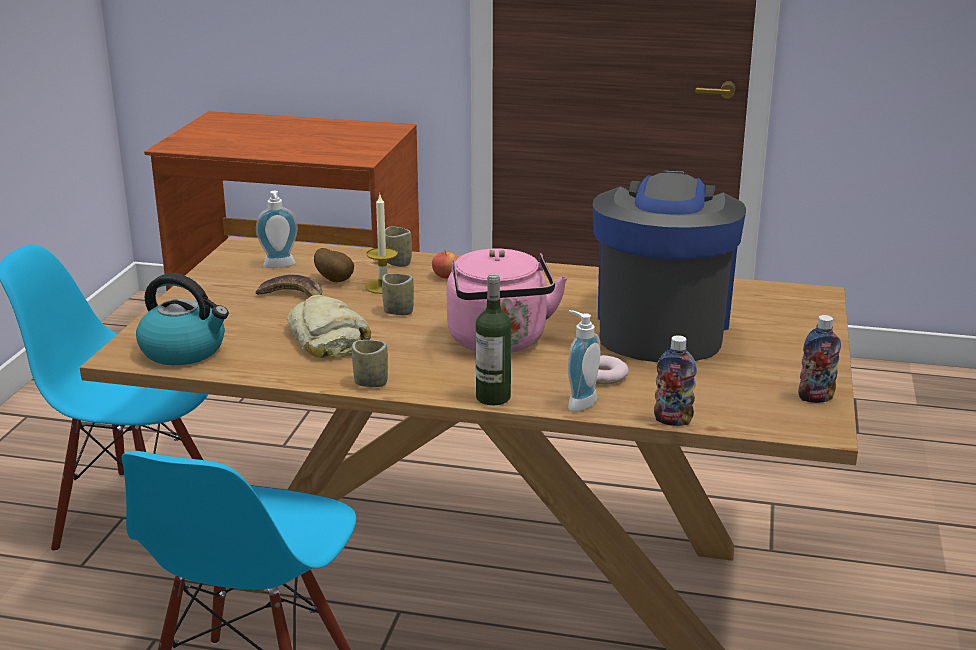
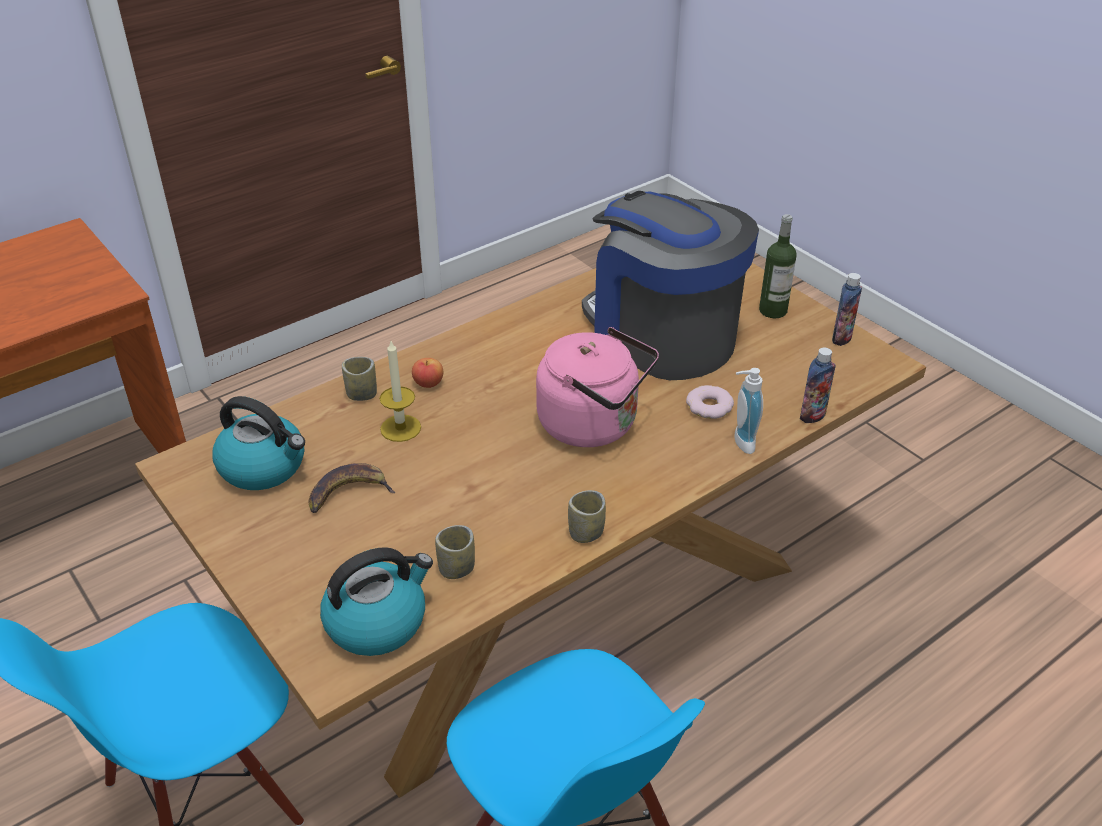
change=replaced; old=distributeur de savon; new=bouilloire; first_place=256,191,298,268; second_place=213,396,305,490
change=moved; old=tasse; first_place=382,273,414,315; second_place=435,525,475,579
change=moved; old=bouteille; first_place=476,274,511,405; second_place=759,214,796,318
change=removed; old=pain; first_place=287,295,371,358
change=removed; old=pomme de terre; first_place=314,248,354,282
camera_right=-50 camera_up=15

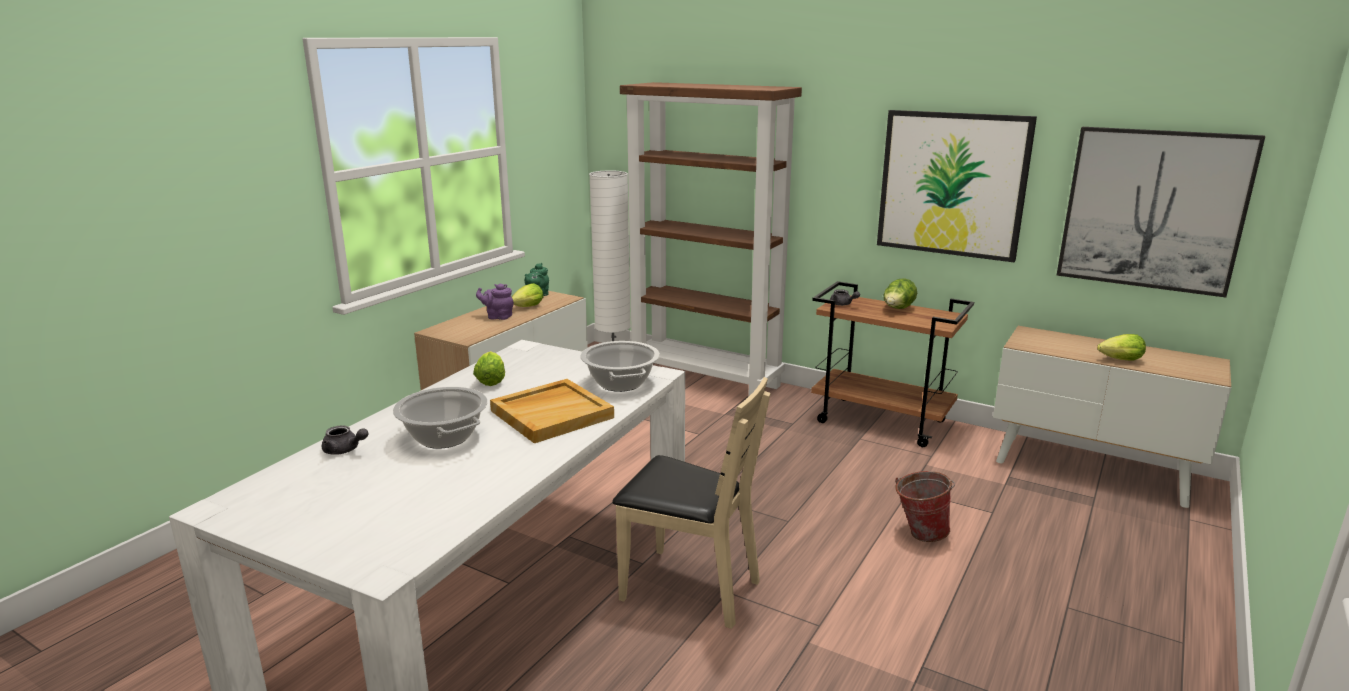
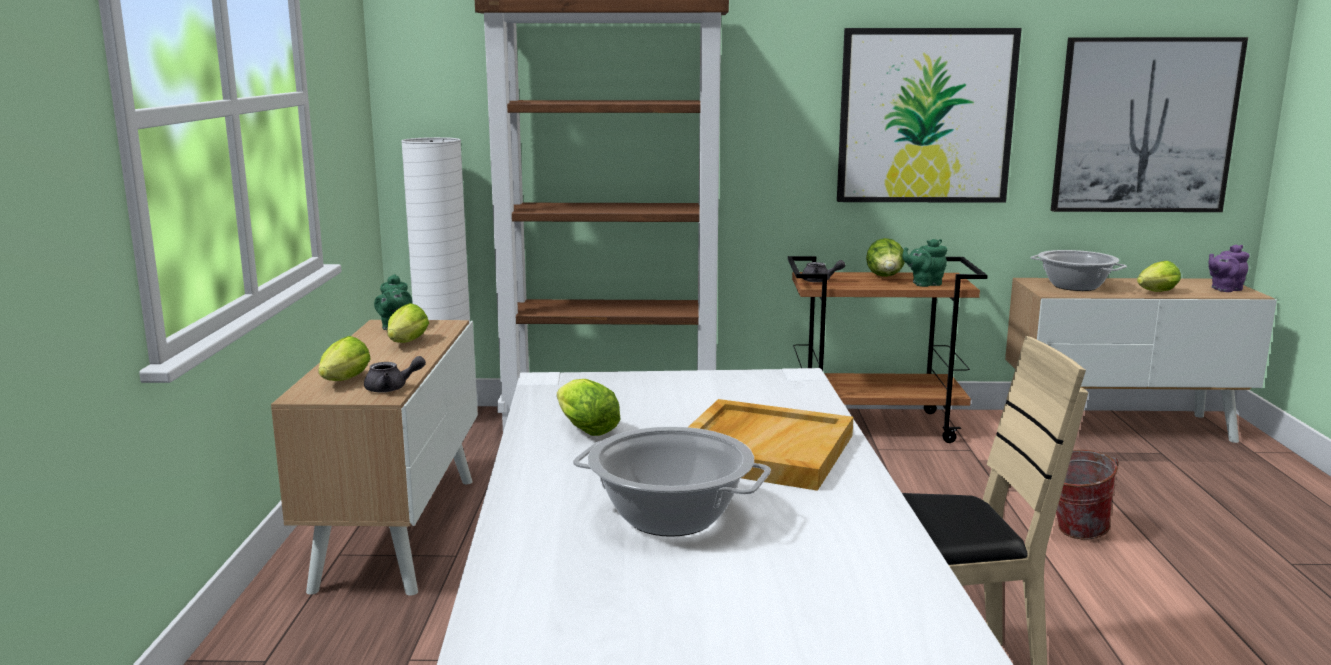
change=added; new=laitue; second_place=318,336,371,381
change=moved; old=théière (gris); first_place=322,425,369,455; second_place=364,356,426,392
change=added; new=théière (vert); second_place=902,239,947,287
change=moved; old=marmite; first_place=580,341,660,392; second_place=1031,250,1127,291
change=moved; old=théière (violet); first_place=476,283,514,320; second_place=1209,244,1250,292
camera_right=-30 camera_up=-5

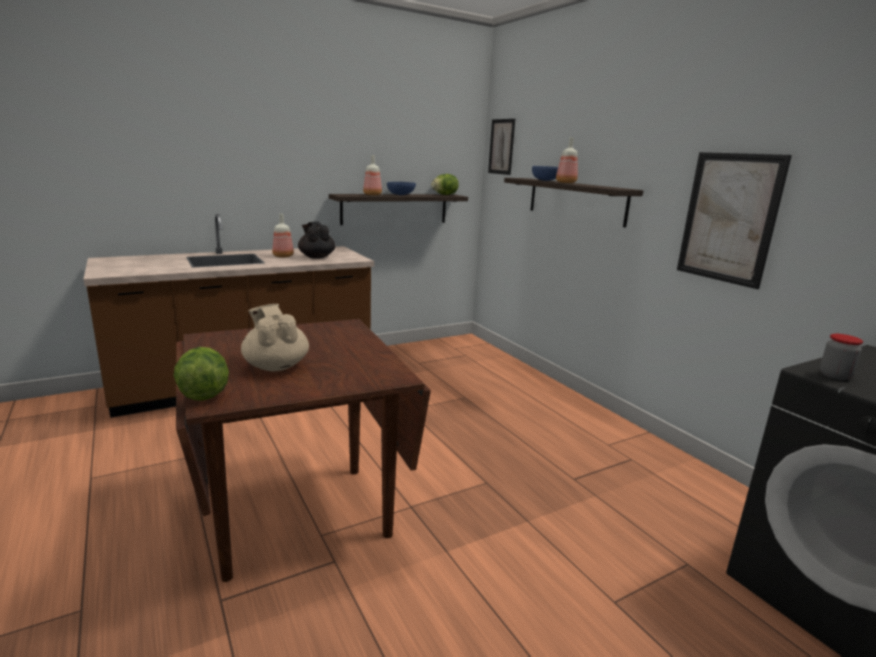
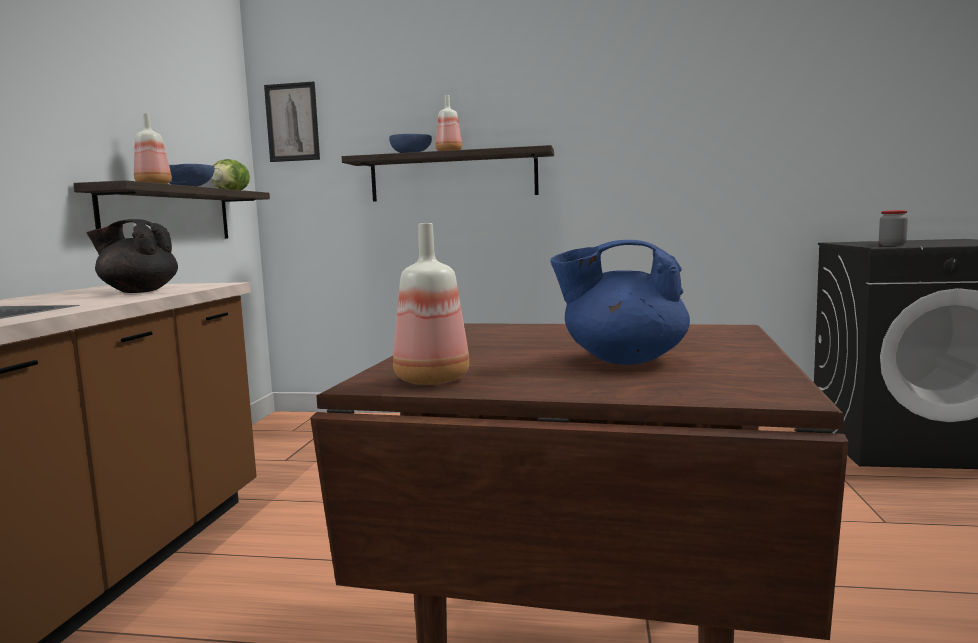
change=moved; old=bouteille; first_place=272,214,294,258; second_place=393,223,469,385
change=recoloured; old=théière (beige); new=théière (bleu); first_place=241,304,309,371; second_place=550,240,690,365
change=removed; old=laitue; first_place=174,347,229,401
change=removed; old=tableau; first_place=677,152,792,289
camera_right=-50 camera_up=-10

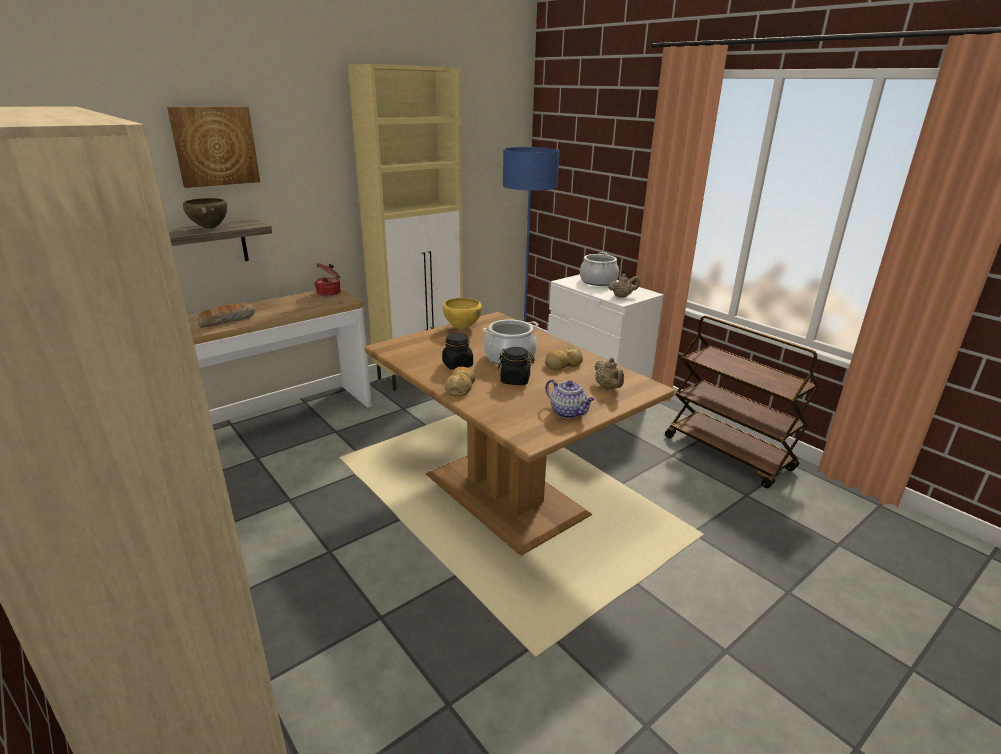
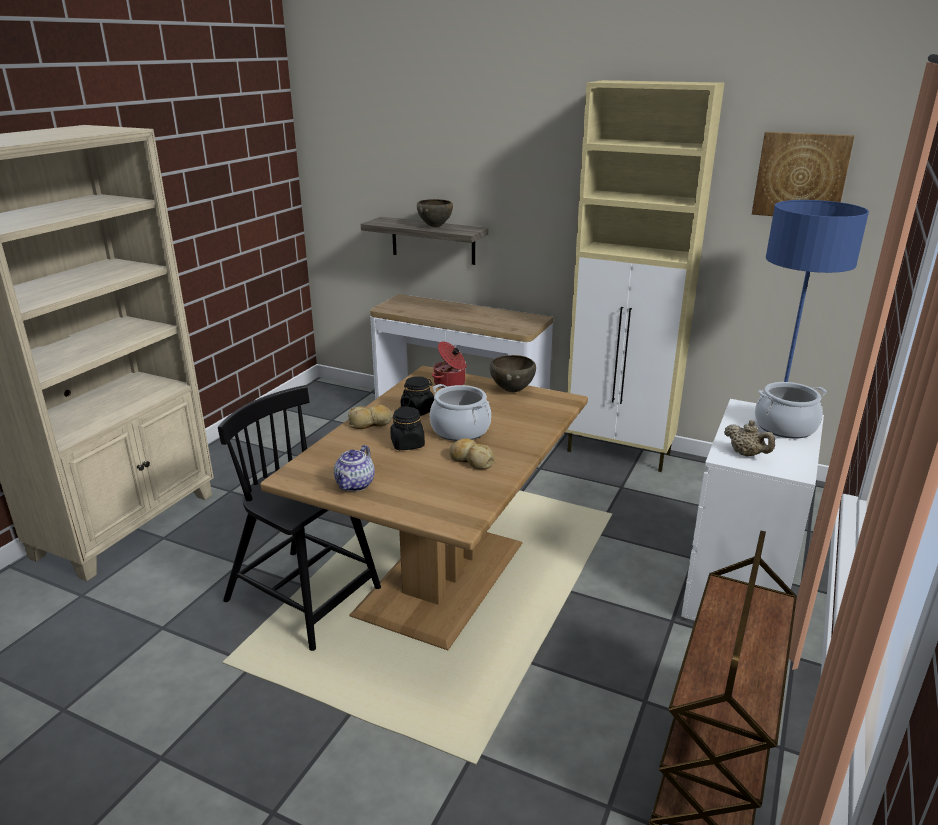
change=added; new=chaise (noir); second_place=218,385,381,651
change=moved; old=marmite; first_place=314,263,341,296; second_place=432,341,467,388
change=recoloured; old=bol (jaune); new=bol (marron); first_place=443,298,482,329; second_place=490,355,536,392
change=moved; old=tableau; first_place=167,106,260,188; second_place=752,132,855,216
change=removed; old=pain; first_place=198,303,255,328
change=removed; old=théière (beige); first_place=595,357,624,389
camera_right=65 camera_up=0

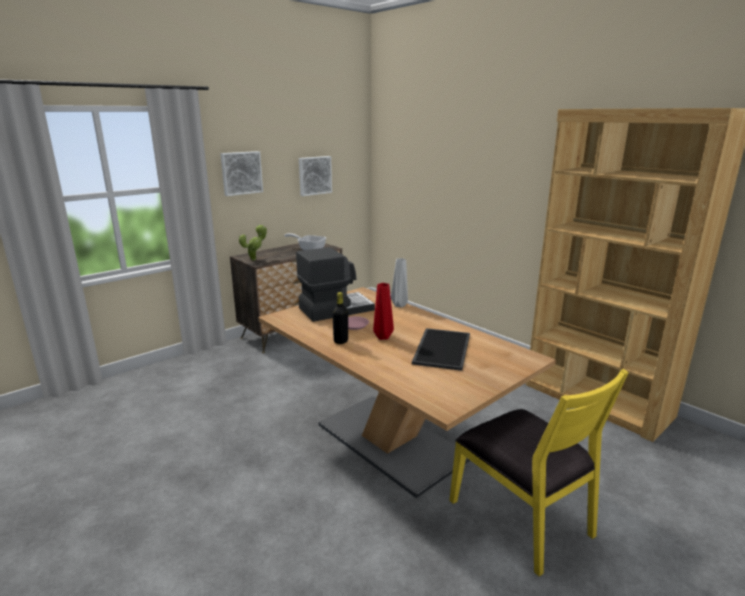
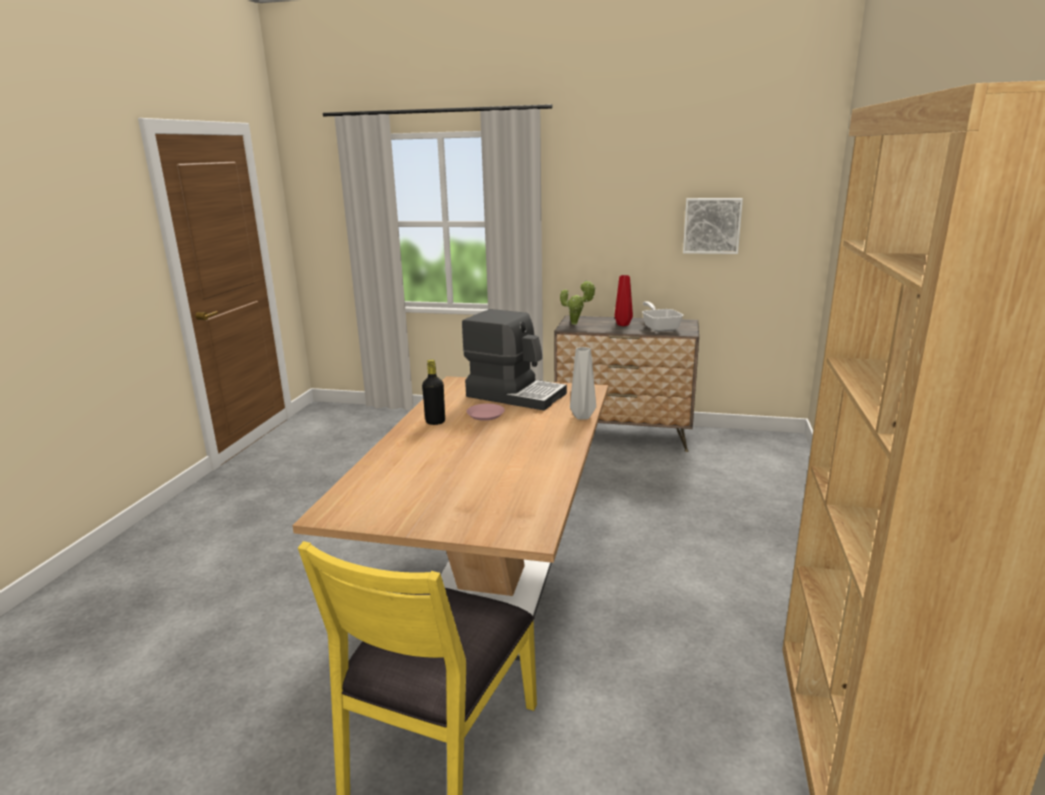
change=moved; old=vase (rouge); first_place=373,283,394,340; second_place=615,275,633,326
change=removed; old=tableau; first_place=220,151,263,196
change=removed; old=plateau; first_place=412,328,470,371
camera_right=55 camera_up=0

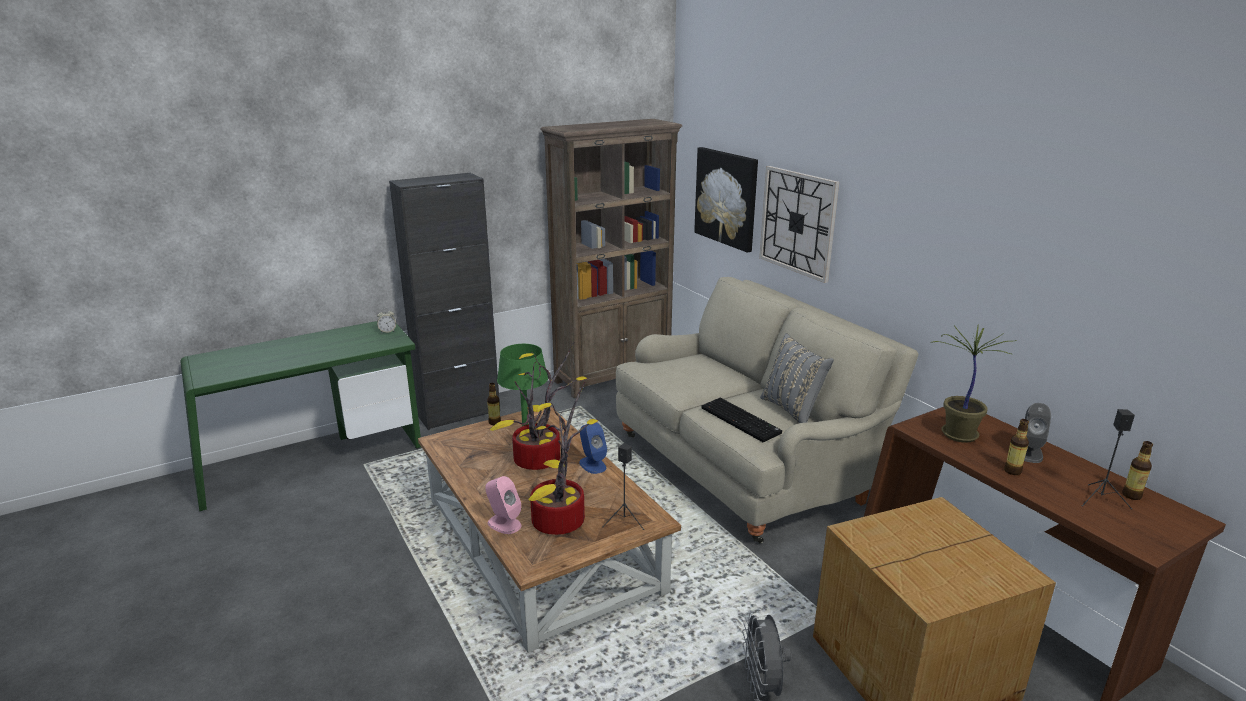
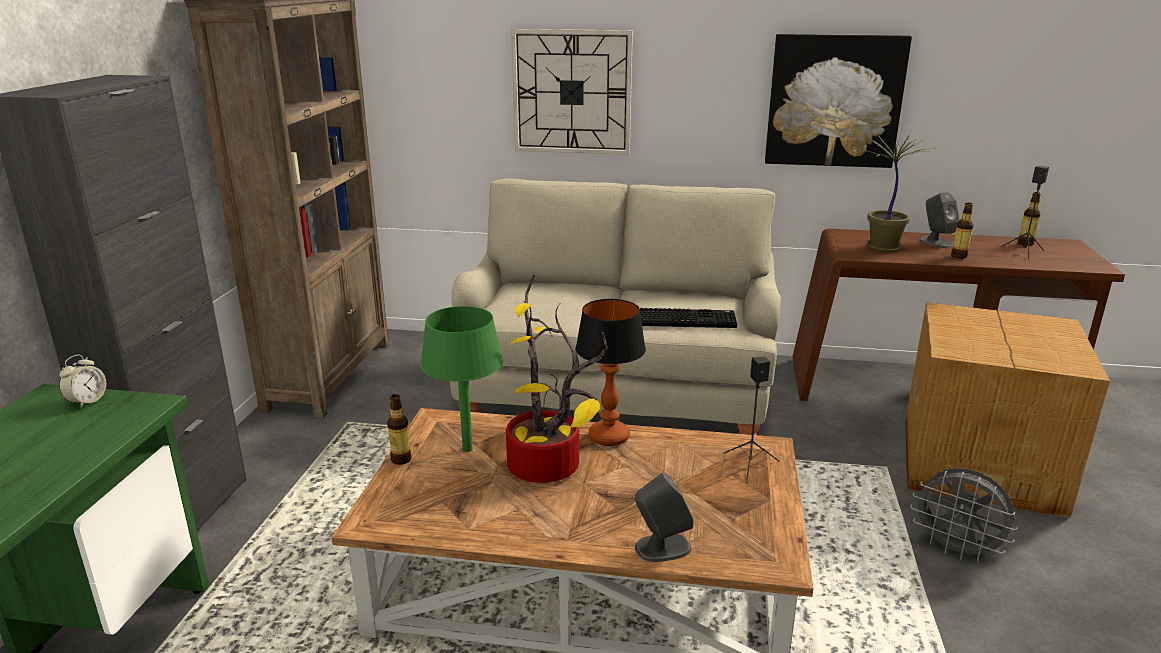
change=replaced; old=enceinte (bleu); new=lampe de table; first_place=579,422,607,474; second_place=575,299,646,446
change=recoloured; old=enceinte (rose); new=enceinte (gris); first_place=485,476,522,534; second_place=635,472,694,562
change=moved; old=tableau; first_place=694,147,758,253; second_place=765,34,912,168
change=removed; old=plante en pot; first_place=528,382,598,535
change=removed; old=coussin (gris); first_place=760,333,834,423
camera_right=-50 camera_up=0

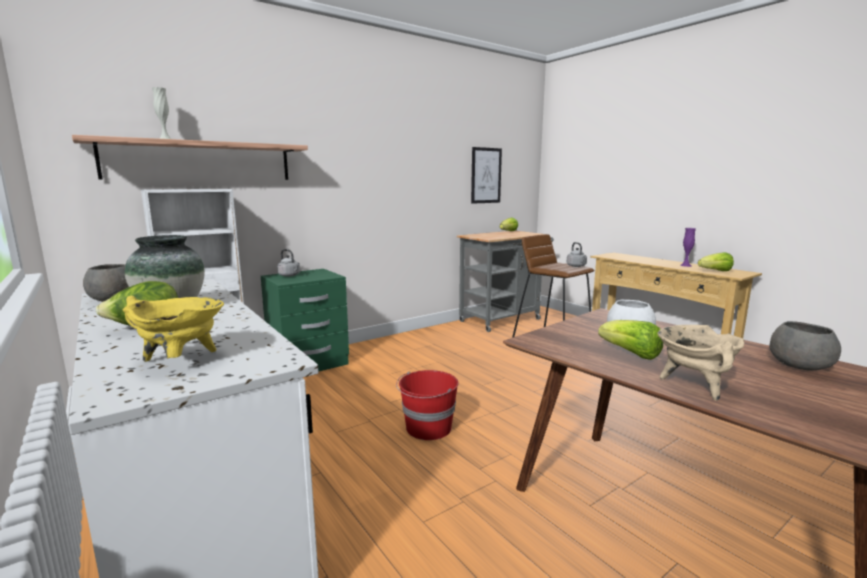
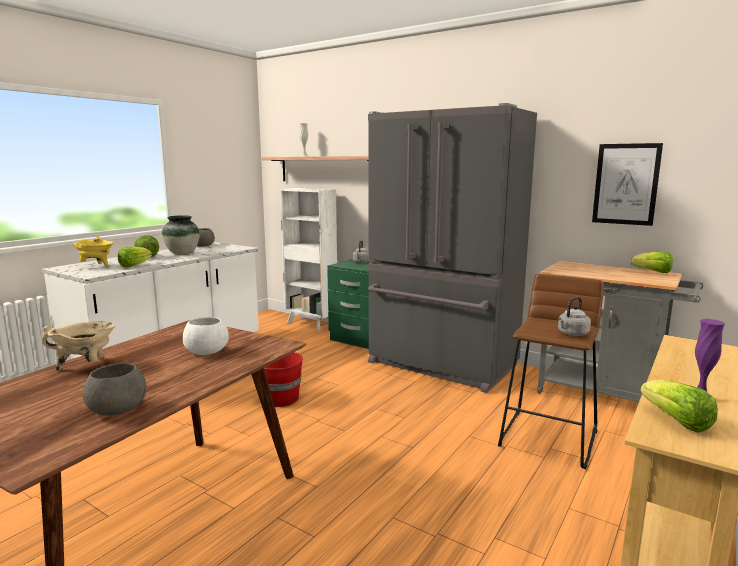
change=moved; old=laitue; first_place=598,320,663,360; second_place=118,247,152,267
change=added; new=réfrigérateur (gris); second_place=368,103,537,393
camera_right=70 camera_up=0

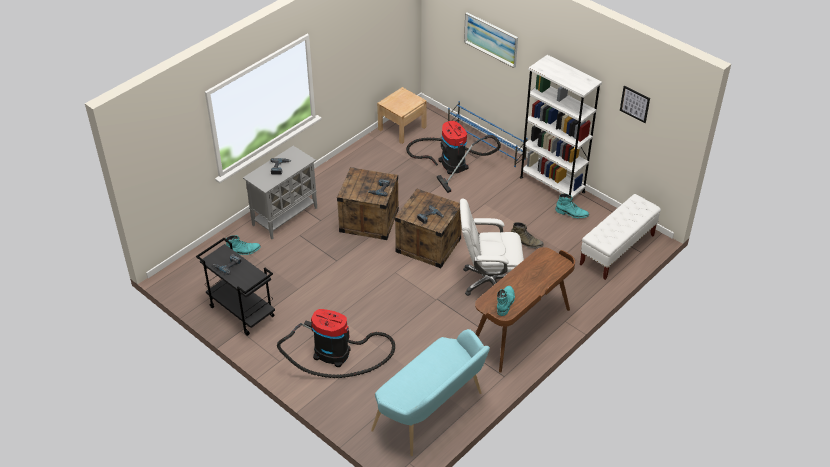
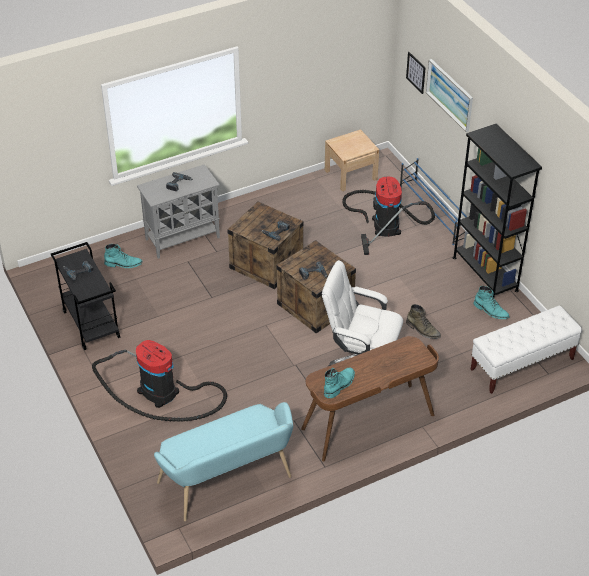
change=moved; old=tableau; first_place=620,86,650,123; second_place=406,52,426,94
change=recoloured; old=bibliothèque (blanc); new=bibliothèque (noir); first_place=520,55,602,198; second_place=453,124,542,298
camera_right=20 camera_up=0

